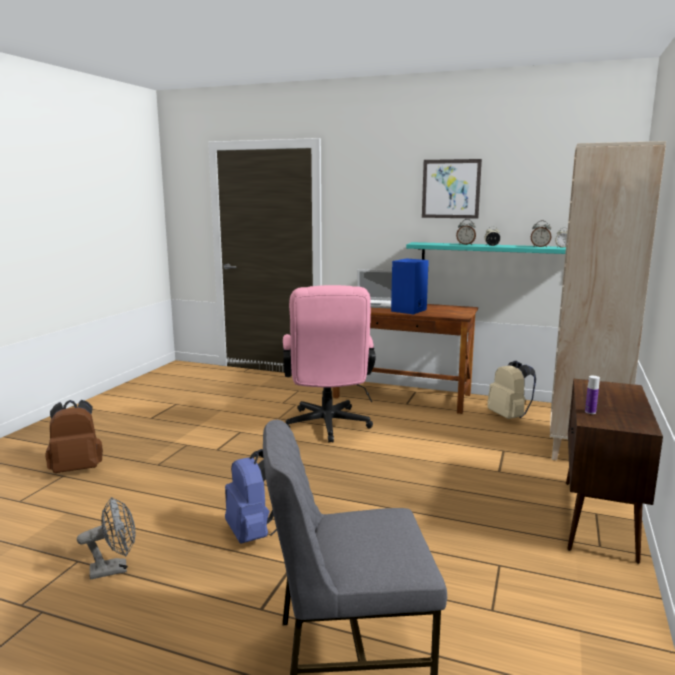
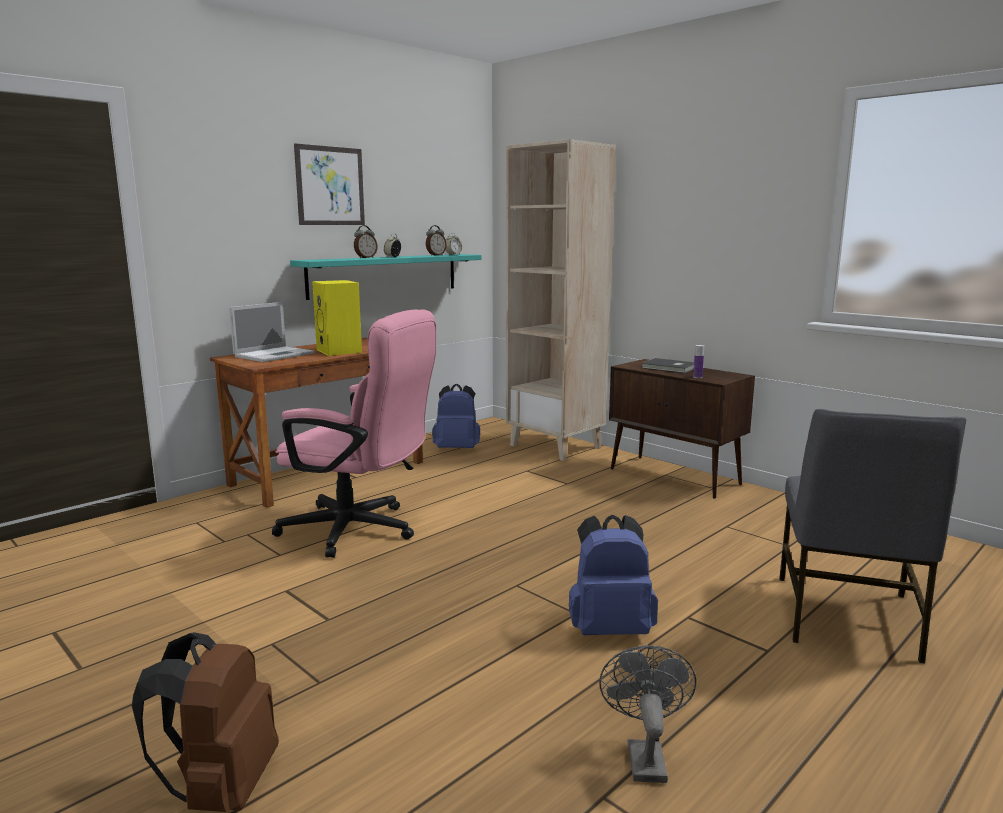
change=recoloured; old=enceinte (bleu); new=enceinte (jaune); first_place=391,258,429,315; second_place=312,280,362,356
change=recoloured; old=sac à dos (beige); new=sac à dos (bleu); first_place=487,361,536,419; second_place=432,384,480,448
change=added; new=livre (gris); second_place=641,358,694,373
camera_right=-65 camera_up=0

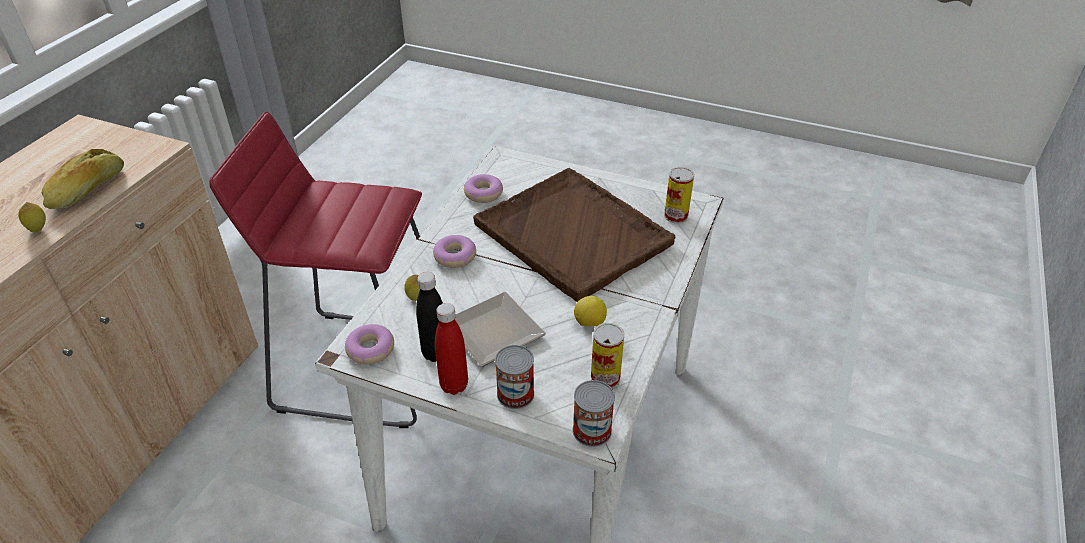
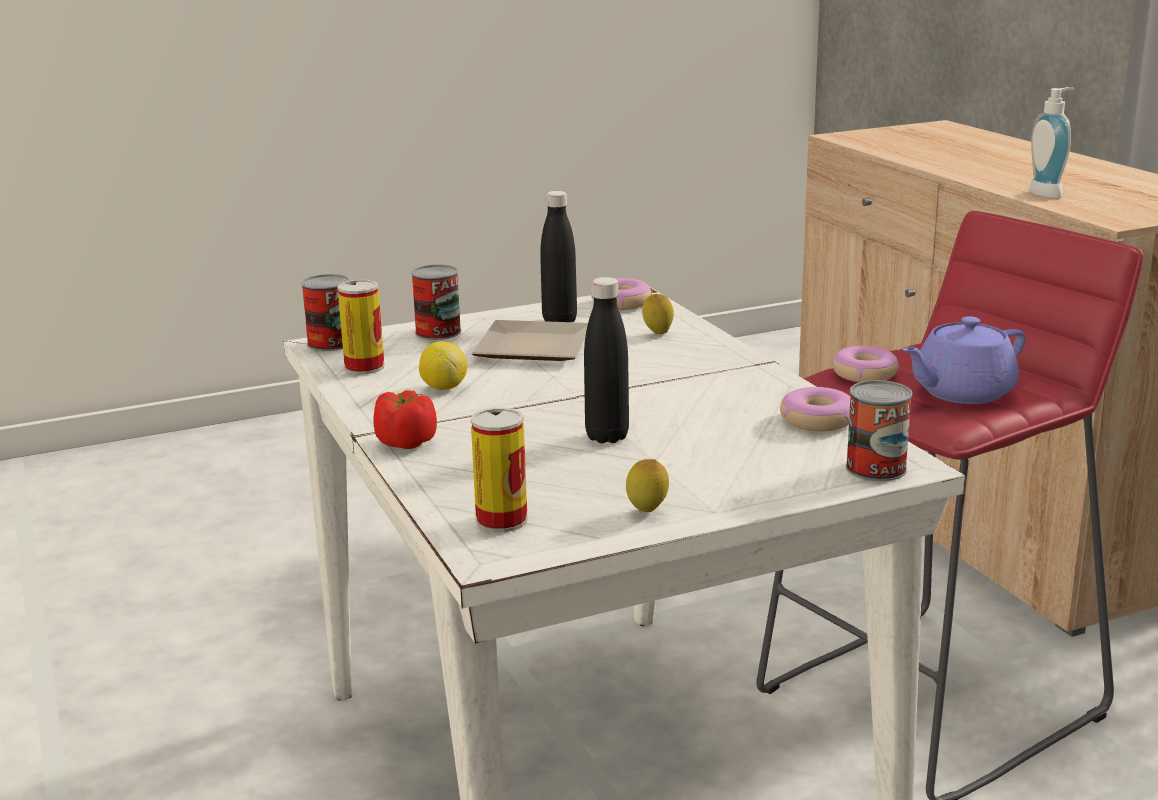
change=added; new=tomate; second_place=374,390,437,449
change=replaced; old=plateau (marron); new=bouteille (noir); first_place=473,168,675,302; second_place=584,277,629,443
change=moved; old=citron; first_place=18,202,46,232; second_place=626,459,669,512
change=moved; old=beignet; first_place=433,235,476,268; second_place=831,346,899,382
change=added; new=boîte métallique; second_place=846,380,912,481
change=added; new=théière (violet); second_place=902,316,1026,404
change=replaced; old=pain; new=distributeur de savon; first_place=42,149,124,209; second_place=1029,87,1075,199
change=removed; old=bouteille (rouge); first_place=435,303,468,395
camera_right=135 camera_up=-20

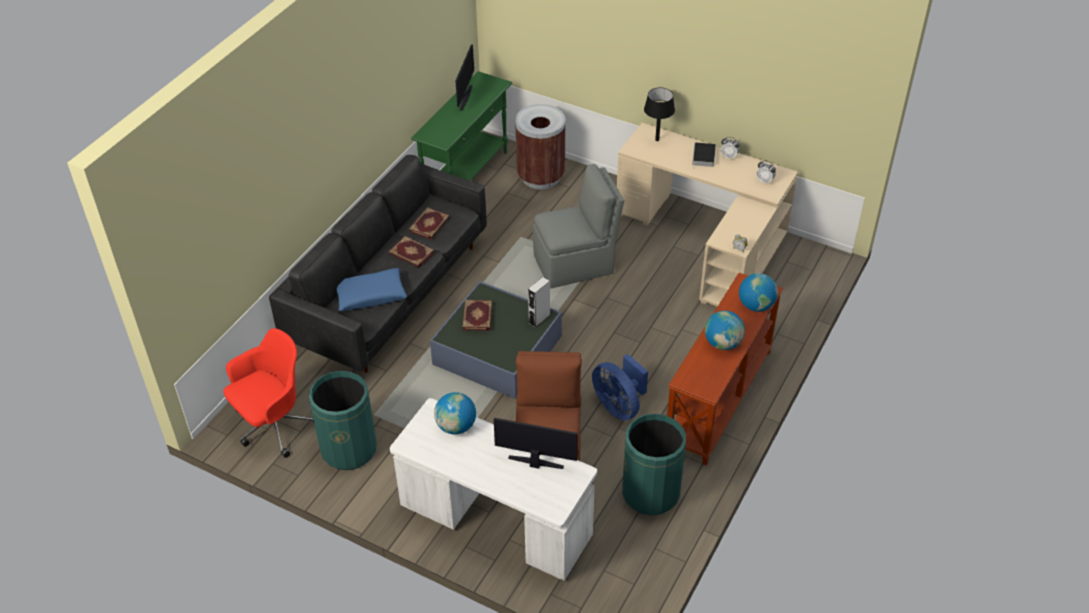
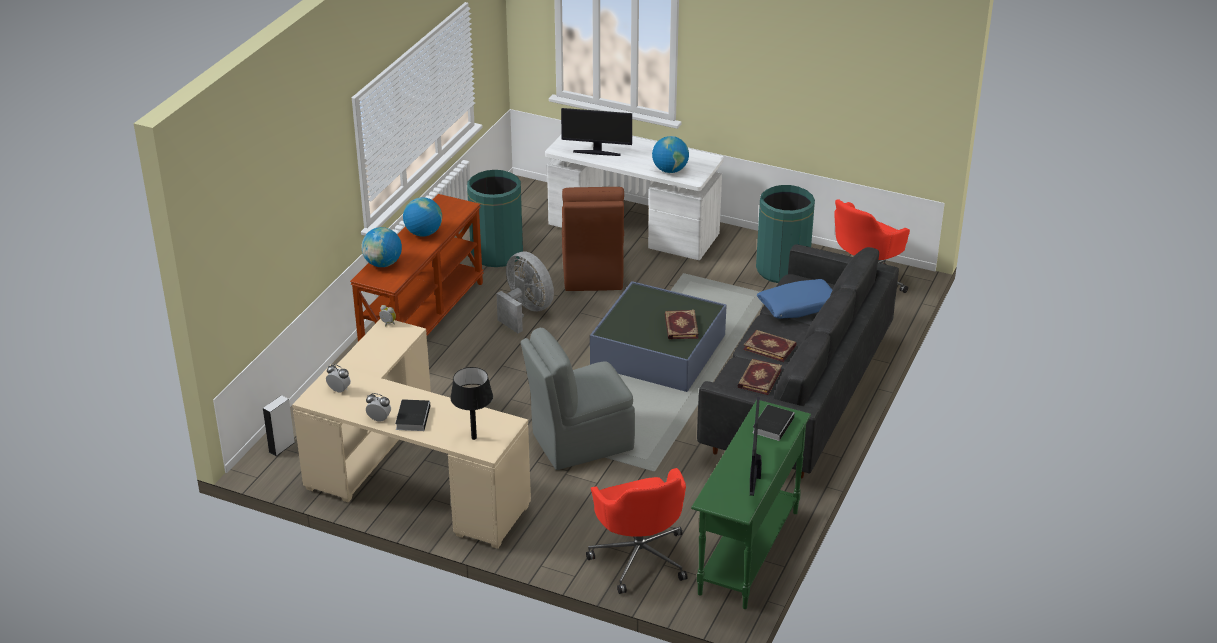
change=moved; old=enceinte (gris); first_place=528,277,550,328; second_place=263,395,295,456
change=recoloured; old=ventilateur (bleu); new=ventilateur (gris); first_place=592,354,648,421; second_place=496,252,554,333
change=replaced; old=poubelle (marron); new=chaise de bureau (rouge); first_place=515,104,565,189; second_place=586,468,688,594
change=added; new=livre; second_place=752,405,795,441
camera_right=175 camera_up=-10

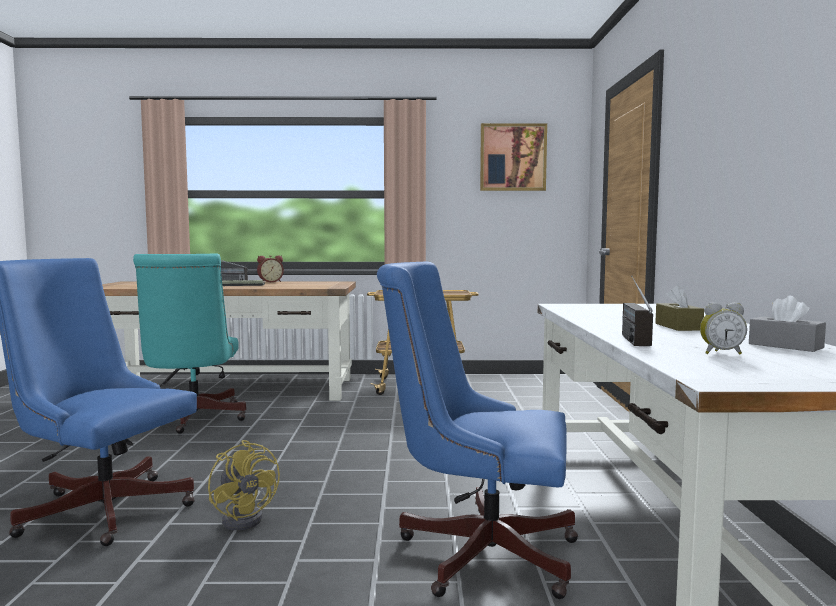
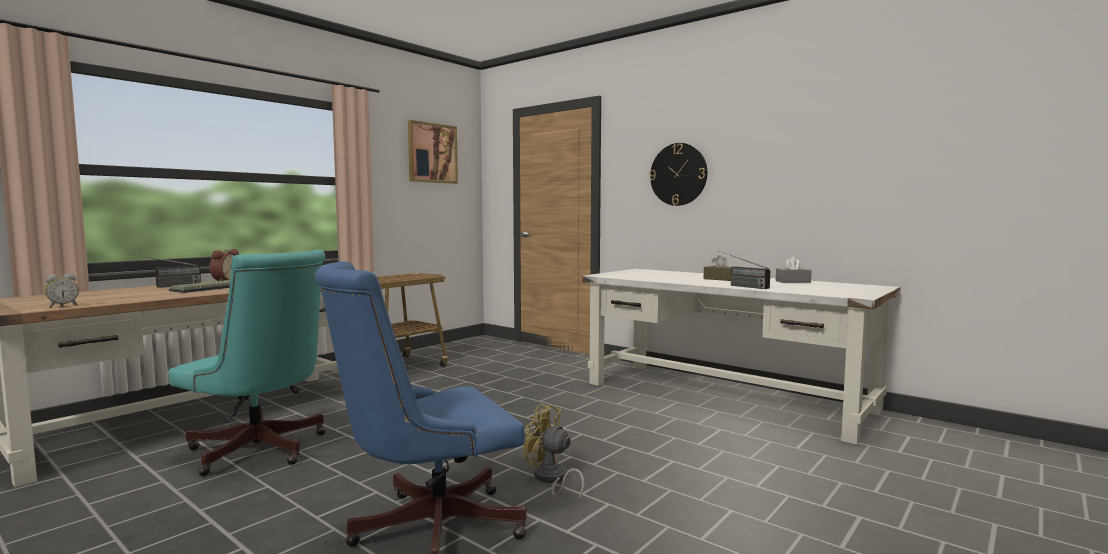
change=moved; old=réveil; first_place=700,302,747,354; second_place=45,273,79,308
change=turned; old=ventilateur (jaune); first_place=208,440,280,530; second_place=523,404,584,502; degrees=-150
change=added; new=horloge murale; second_place=650,143,707,206
change=removed; old=chaise de bureau (bleu); first_place=377,262,578,599
camera_right=-50 camera_up=0

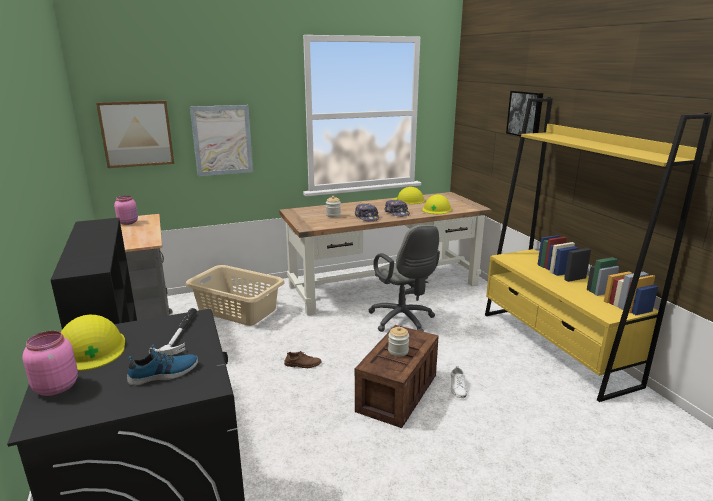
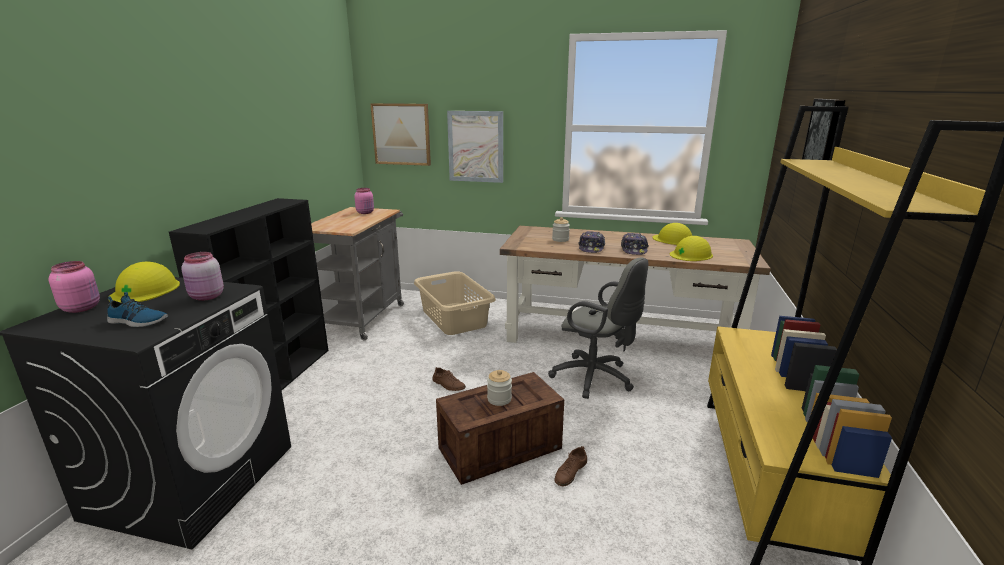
change=replaced; old=marteau; new=bocal (rose); first_place=149,308,197,355; second_place=181,252,224,301
change=turned; old=chaise de bureau (gris); first_place=368,225,440,332; second_place=548,257,648,399; degrees=-60
change=recoloured; old=chaussure (blanc); new=chaussure (marron); first_place=451,366,467,398; second_place=555,446,587,486
camera_right=35 camera_up=0

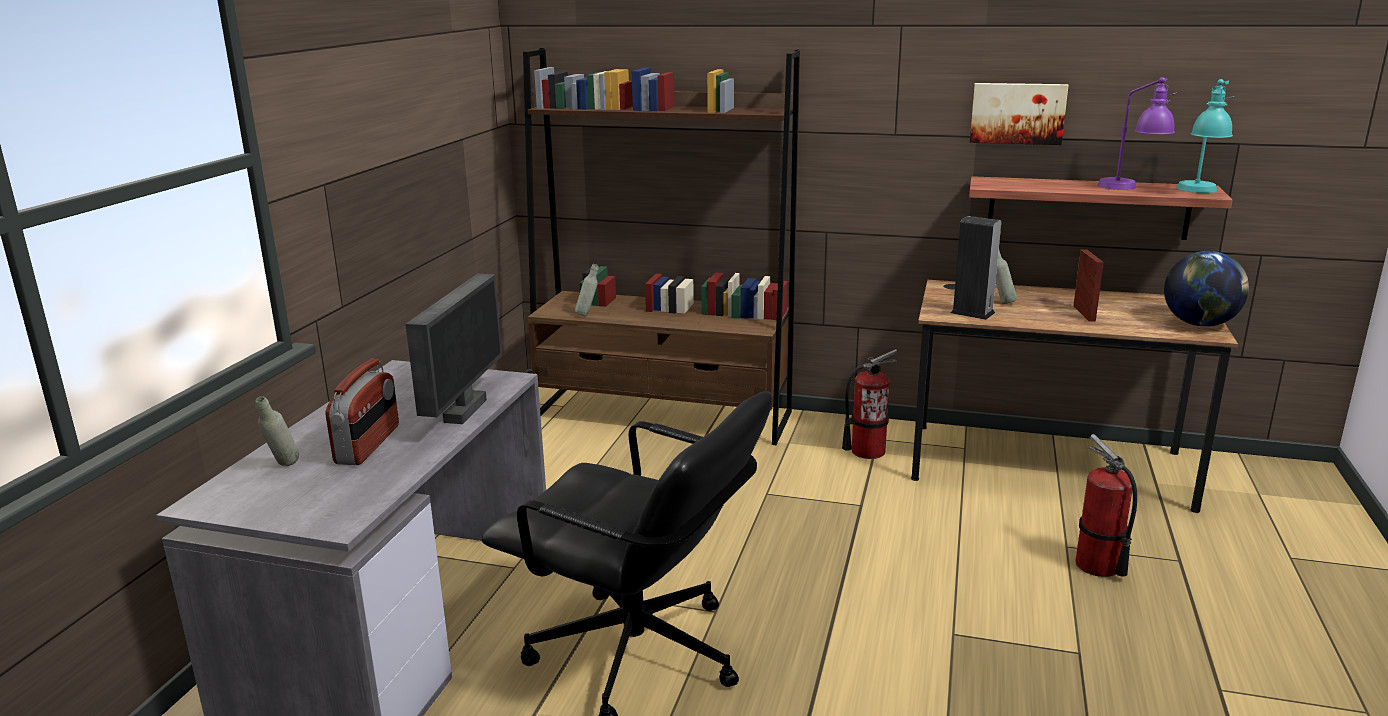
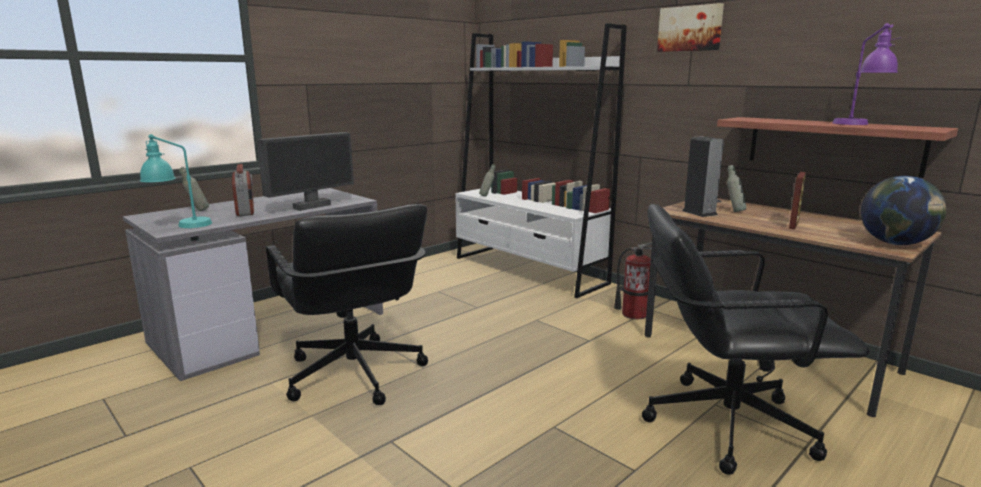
change=moved; old=lampe de table (turquoise); first_place=1176,79,1234,193; second_place=140,134,212,228
change=turned; old=radio; first_place=326,359,399,465; second_place=232,164,254,216; degrees=-60
change=recoloured; old=bibliothèque (marron); new=bibliothèque (blanc); first_place=523,48,800,445; second_place=455,23,627,298
change=replaced; old=extincteur; new=chaise de bureau (noir); first_place=1076,434,1137,577; second_place=642,204,869,475
change=moved; old=tableau; first_place=970,83,1069,145; second_place=657,3,724,52
camera_right=30 camera_up=-5

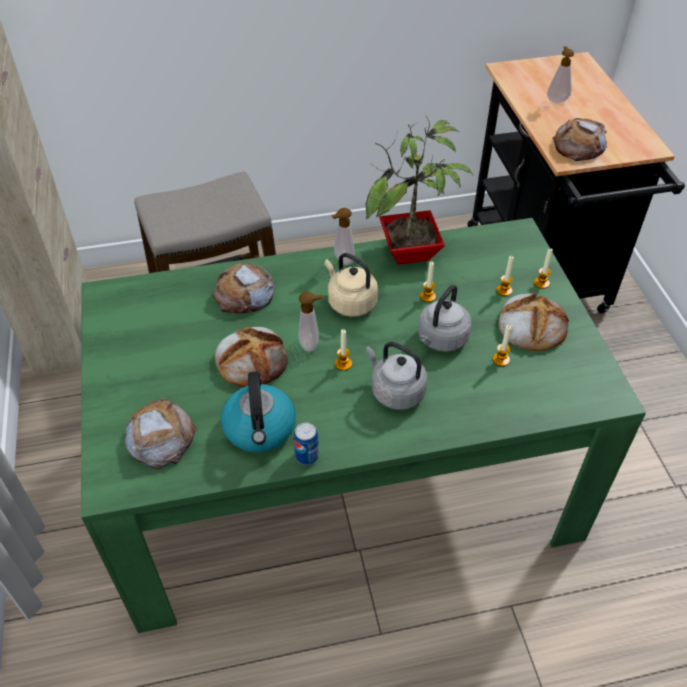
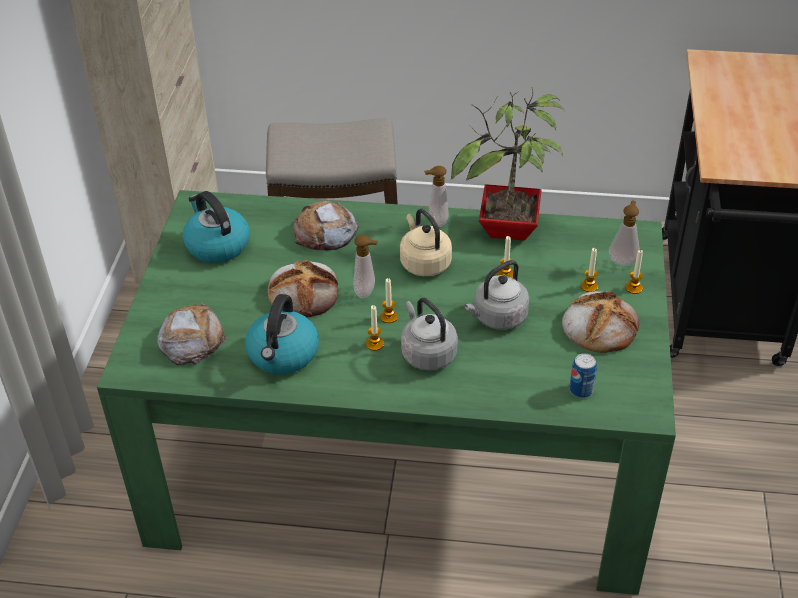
change=added; new=bouilloire; second_place=183,191,250,263
change=moved; old=bougie; first_place=493,325,511,366; second_place=366,305,384,351
change=moved; old=boîte métallique; first_place=294,422,319,465; second_place=569,353,597,398
change=moved; old=distributeur de savon; first_place=547,46,574,103; second_place=609,201,640,266
change=removed; old=pain; first_place=552,118,607,161
camera_right=20 camera_up=-5

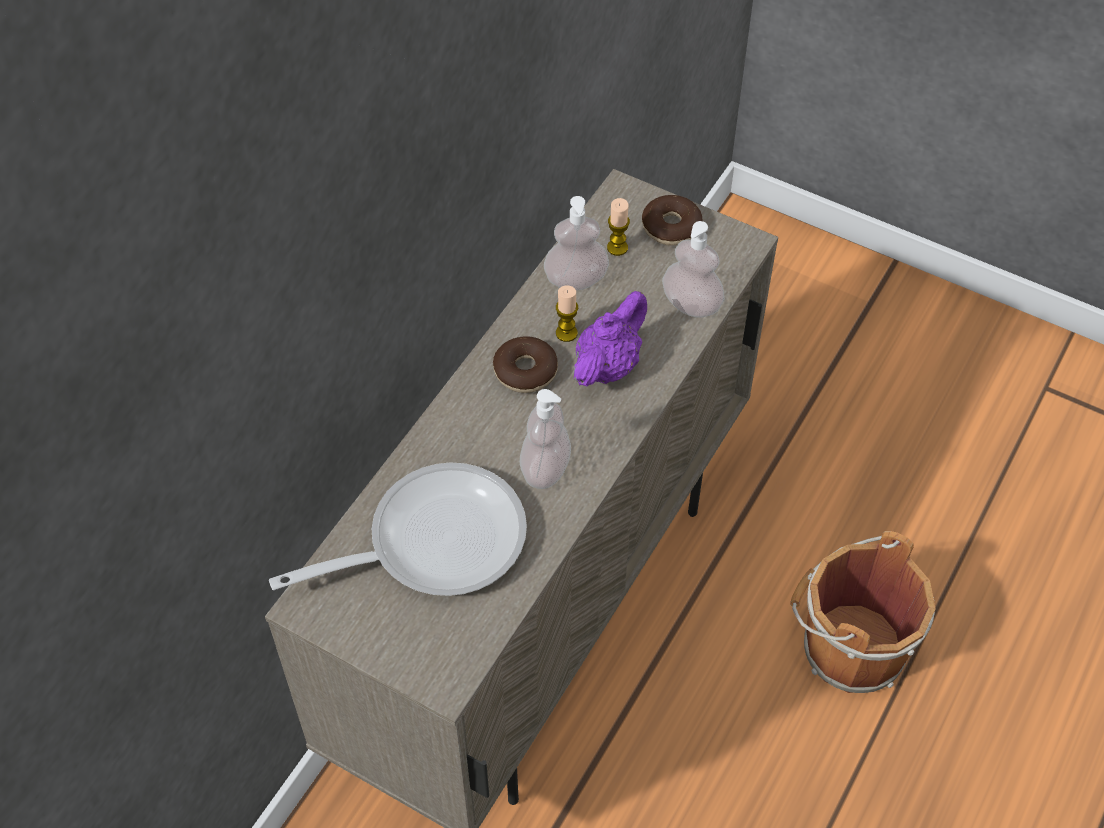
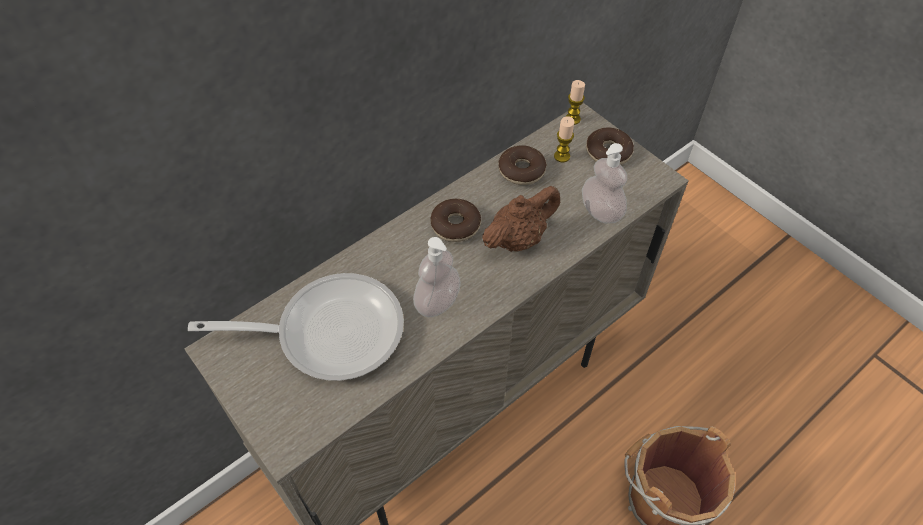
change=recoloured; old=théière (violet); new=théière (marron); first_place=573,291,647,386; second_place=482,186,560,252
change=replaced; old=distributeur de savon; new=beignet; first_place=544,196,609,290; second_place=498,145,547,185
change=moved; old=bougie; first_place=556,285,578,342; second_place=566,80,585,125
camera_right=20 camera_up=0

